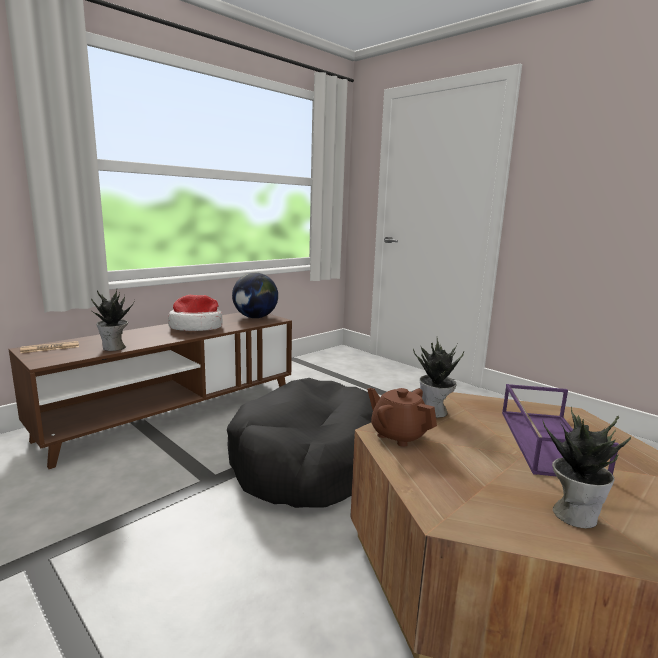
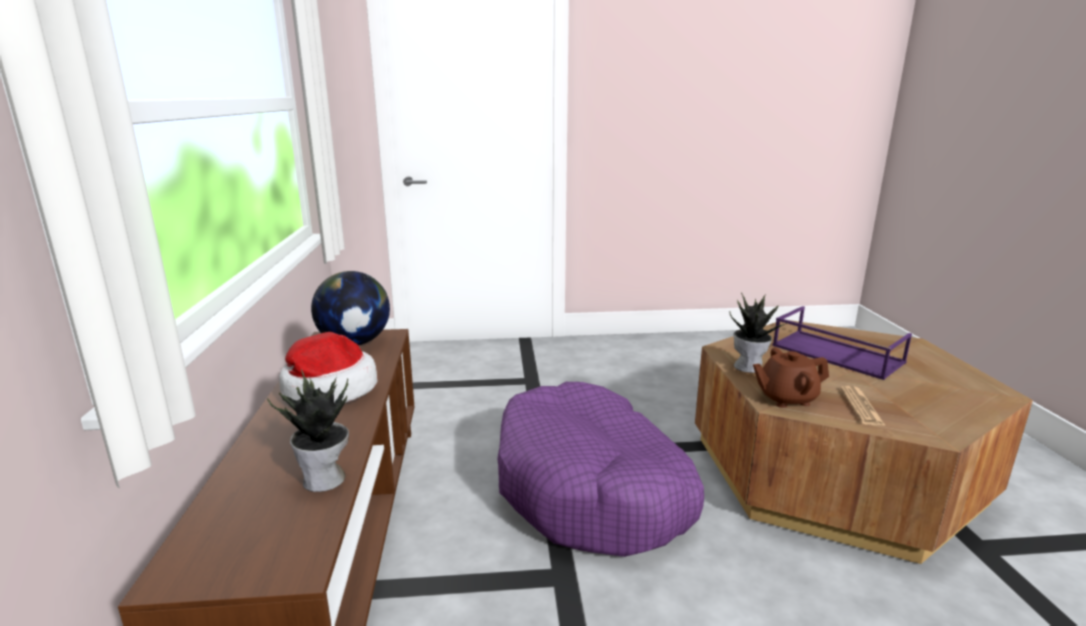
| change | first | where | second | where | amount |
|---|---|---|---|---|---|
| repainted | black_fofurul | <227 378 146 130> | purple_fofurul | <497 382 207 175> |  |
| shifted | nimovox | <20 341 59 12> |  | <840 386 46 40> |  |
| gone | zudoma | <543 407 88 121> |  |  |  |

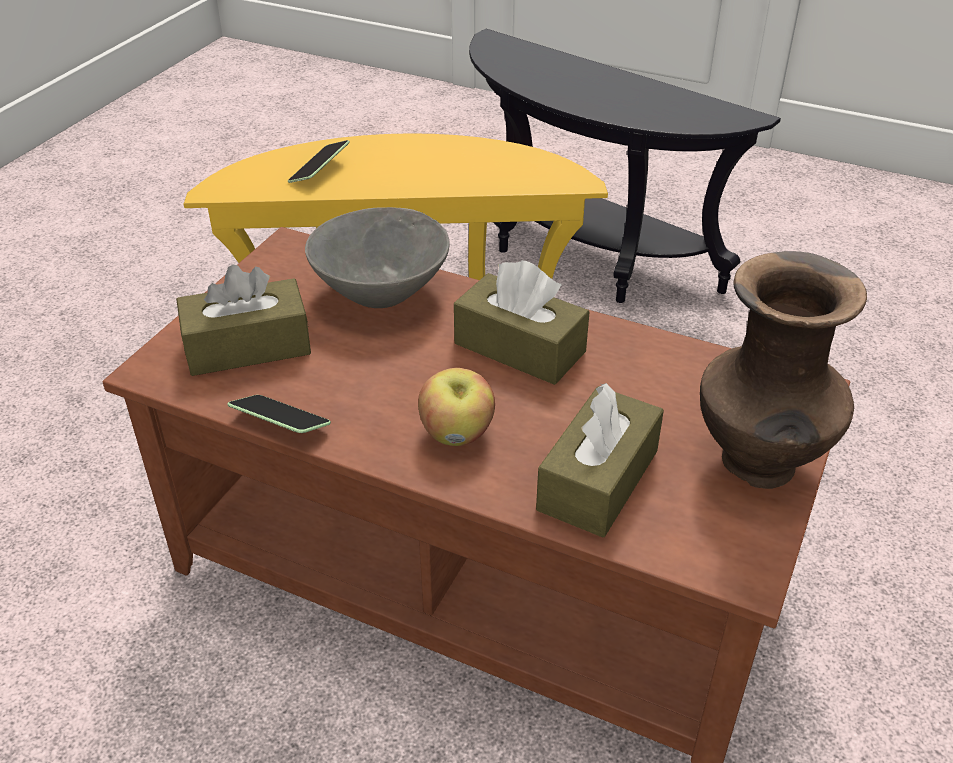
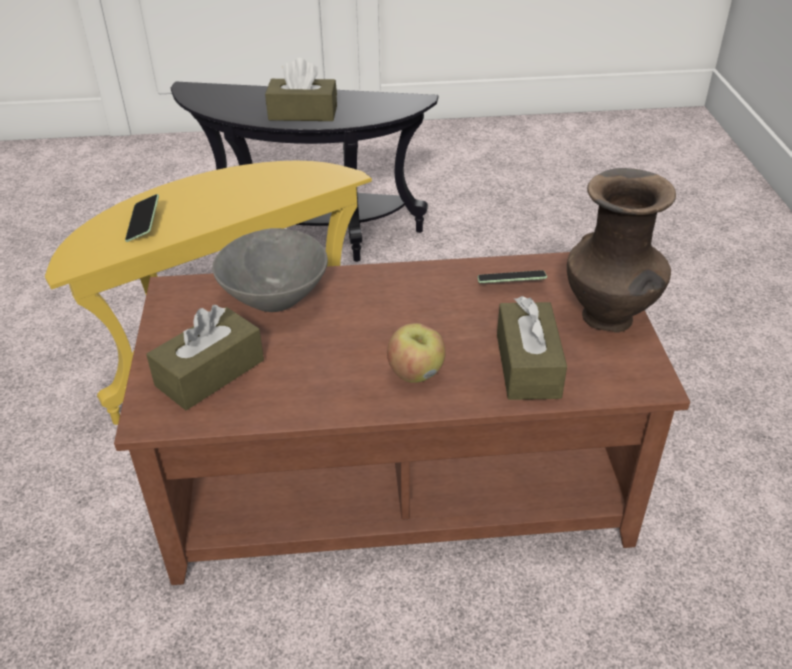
| change | first | where | second | where | amount |
|---|---|---|---|---|---|
| shifted | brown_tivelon | <454 260 135 125> |  | <265 58 72 63> |  |
| shifted | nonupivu | <227 395 104 38> |  | <478 270 69 13> |  |

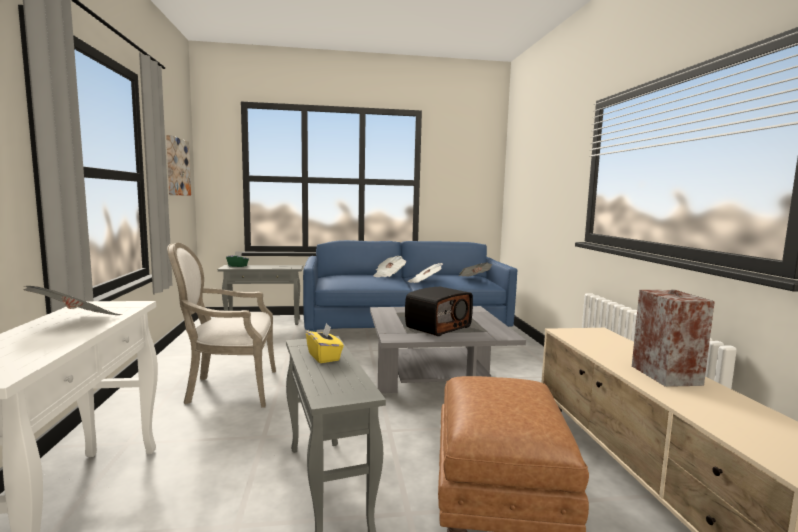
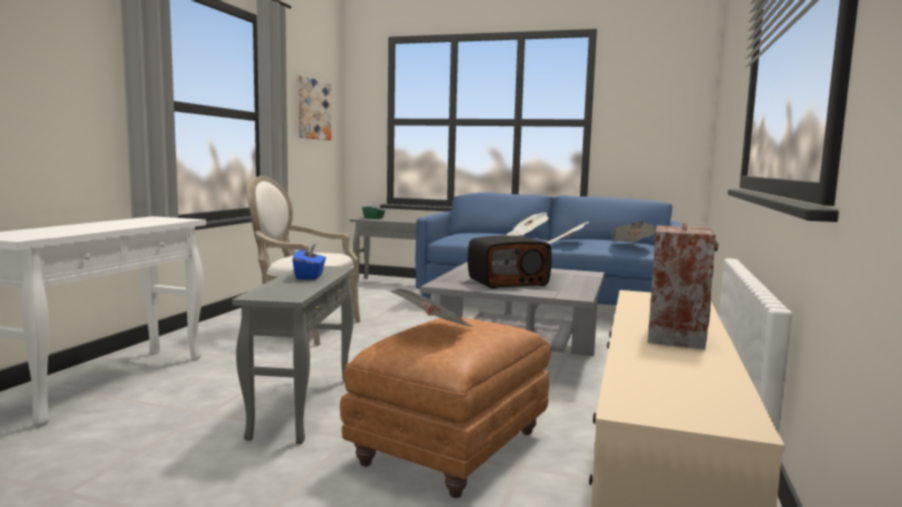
| change | first | where | second | where | amount |
|---|---|---|---|---|---|
| repainted | yellow_tivelon | <306 323 38 40> | blue_tivelon | <293 244 33 35> |  |
| shifted | nimovox | <23 286 100 29> |  | <390 289 82 38> |  |

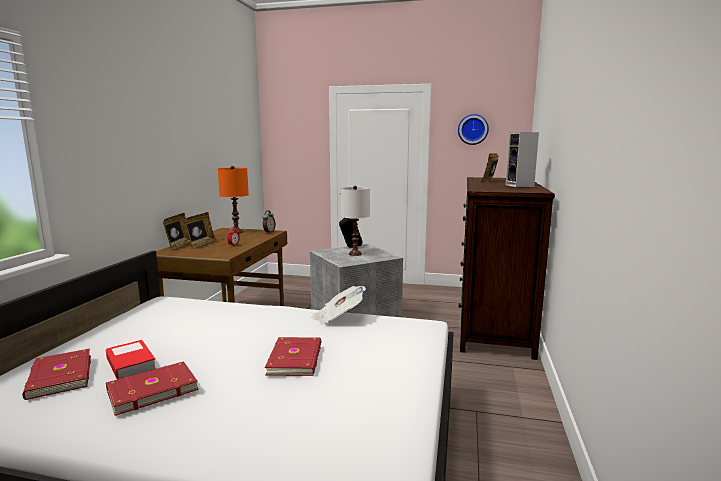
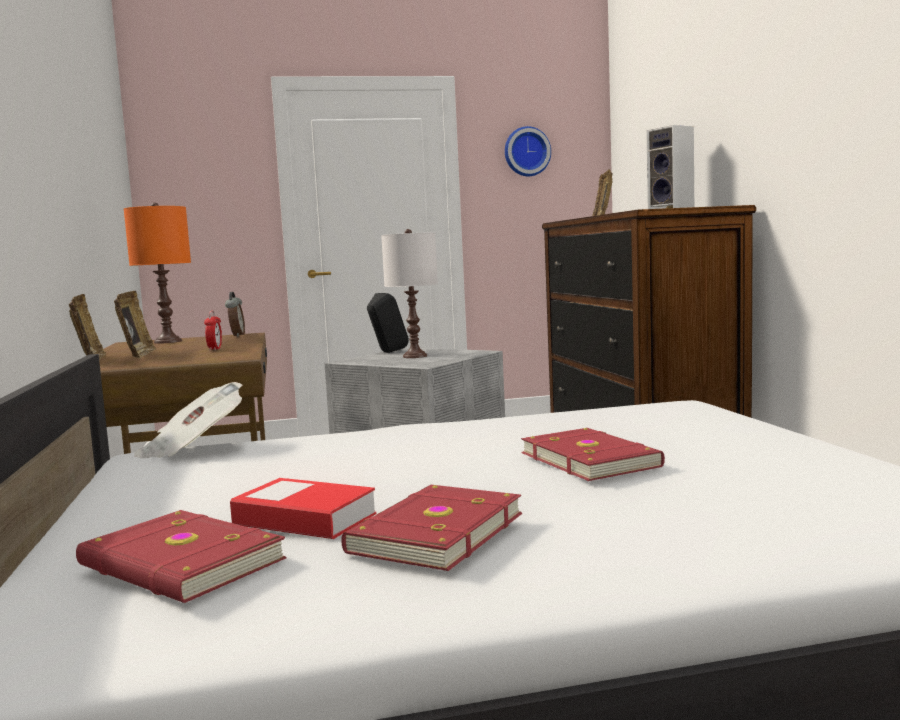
| change | first | where | second | where | amount |
|---|---|---|---|---|---|
| shifted | nimovox | <311 286 55 38> |  | <135 382 108 76> |  |

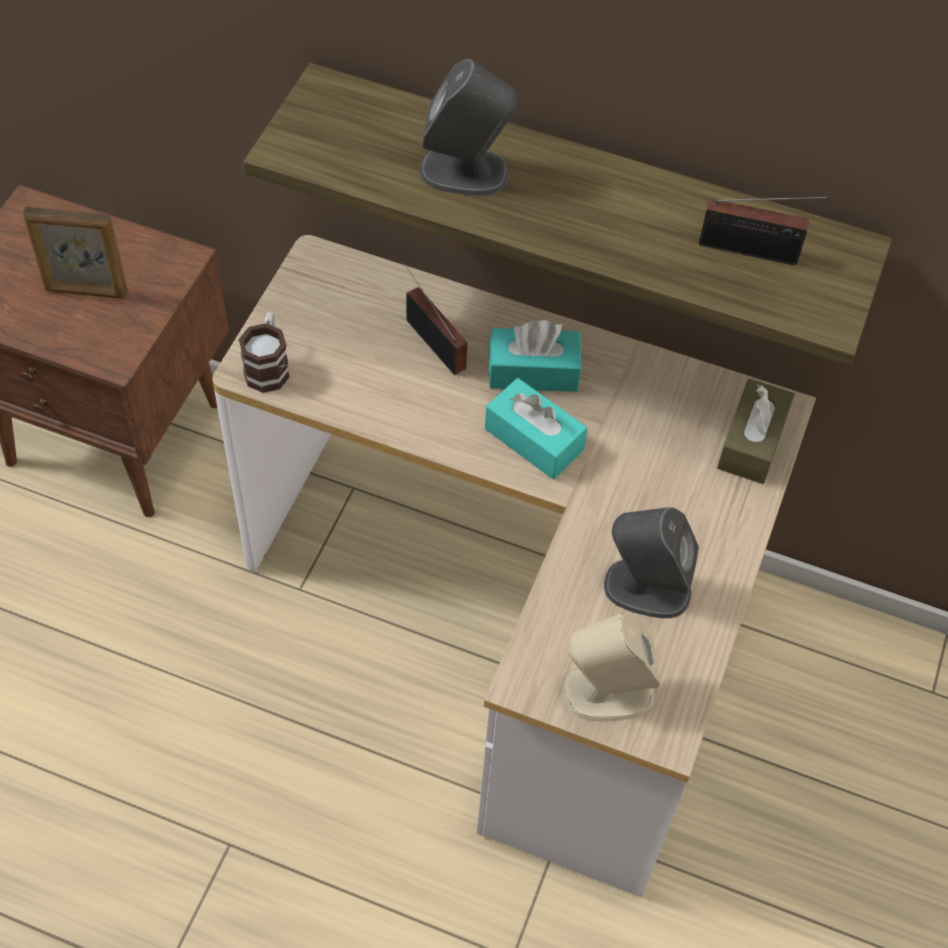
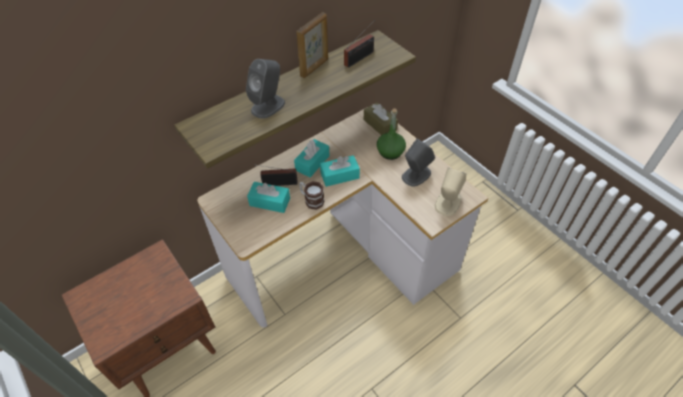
| change | first | where | second | where | amount |
|---|---|---|---|---|---|
| new |  |  | turquoise_tivelon | <247 182 43 31> |  |
| shifted | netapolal | <22 206 106 93> |  | <296 12 32 66> |  |
| shifted | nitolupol | <239 313 51 80> |  | <299 181 25 29> |  |
| new |  |  | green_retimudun | <377 108 29 52> |  |

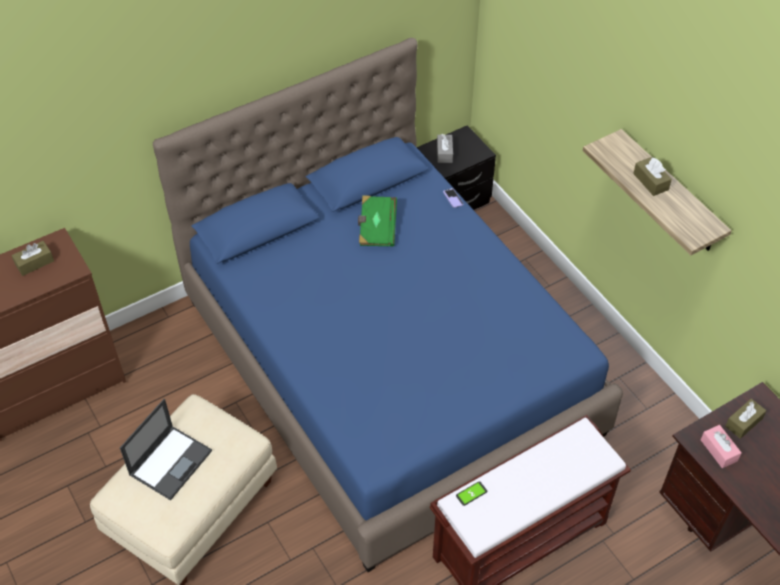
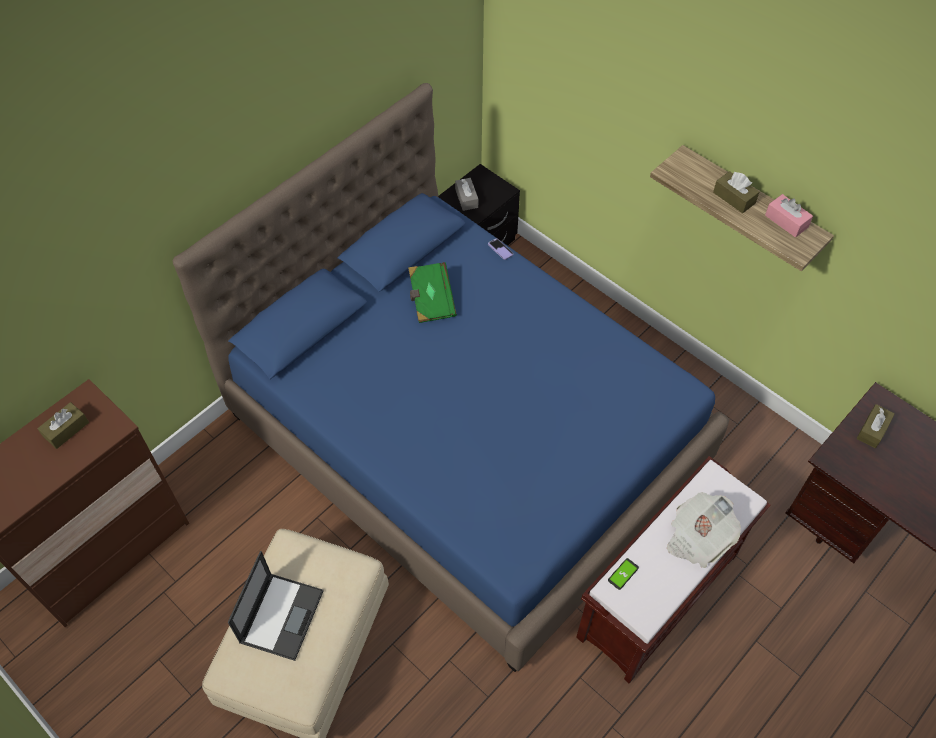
| change | first | where | second | where | amount |
|---|---|---|---|---|---|
| new |  |  | nimovox | <667 492 74 76> |  |
| shifted | pink_tivelon | <701 425 41 43> |  | <765 194 48 43> |  |

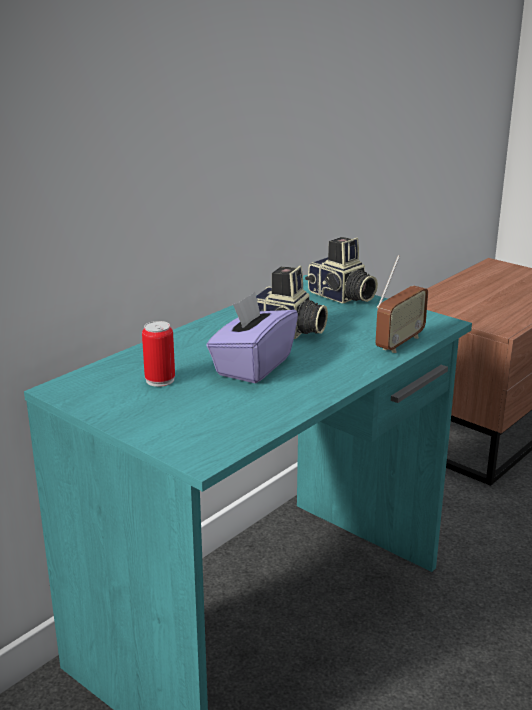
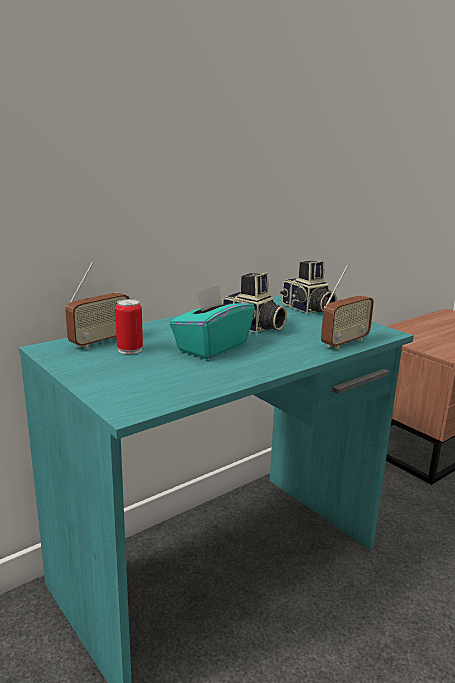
| change | first | where | second | where | amount |
|---|---|---|---|---|---|
| new |  |  | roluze | <65 262 65 87> |  |
| repainted | purple_tivelon | <206 292 92 91> | turquoise_tivelon | <169 284 86 75> |  |

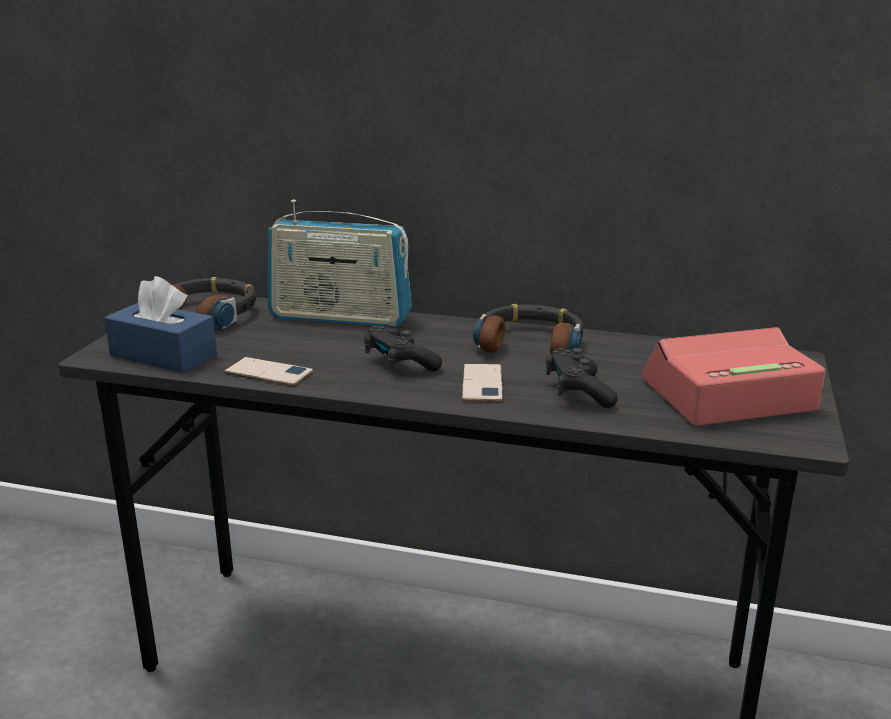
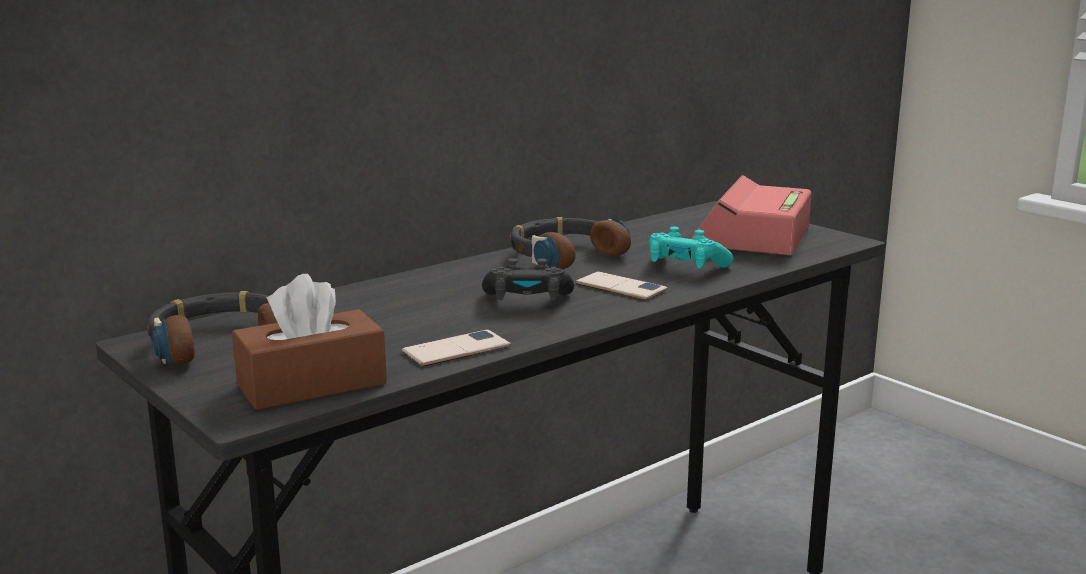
| change | first | where | second | where | amount |
|---|---|---|---|---|---|
| repainted | blue_tivelon | <104 276 113 97> | brown_tivelon | <232 274 155 136> |  |
| repainted | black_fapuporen | <546 348 72 60> | turquoise_fapuporen | <649 227 84 41> |  |
| gone | roluze | <268 200 144 127> |  |  |  |

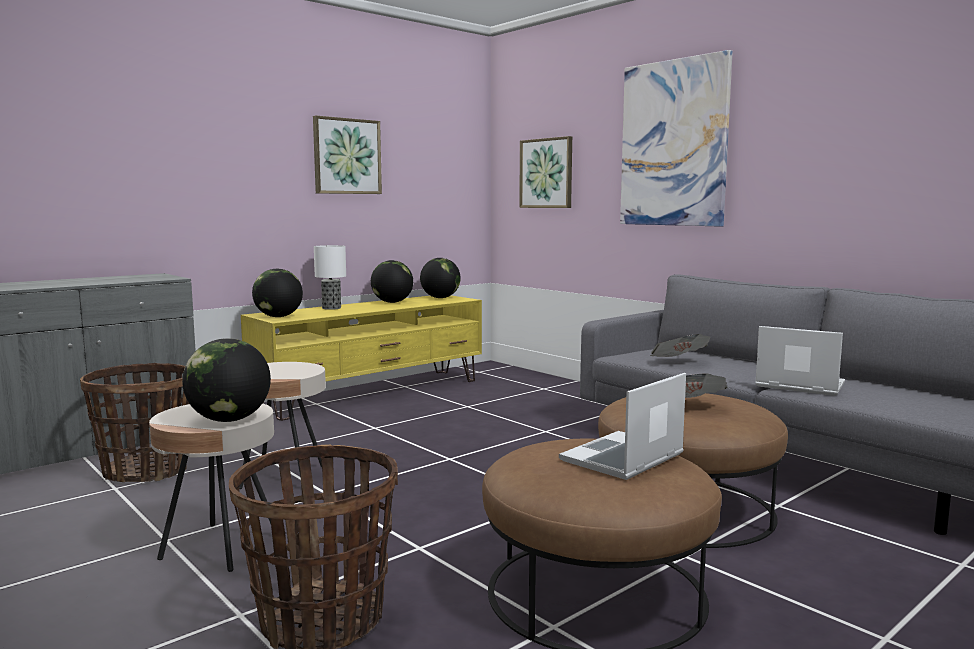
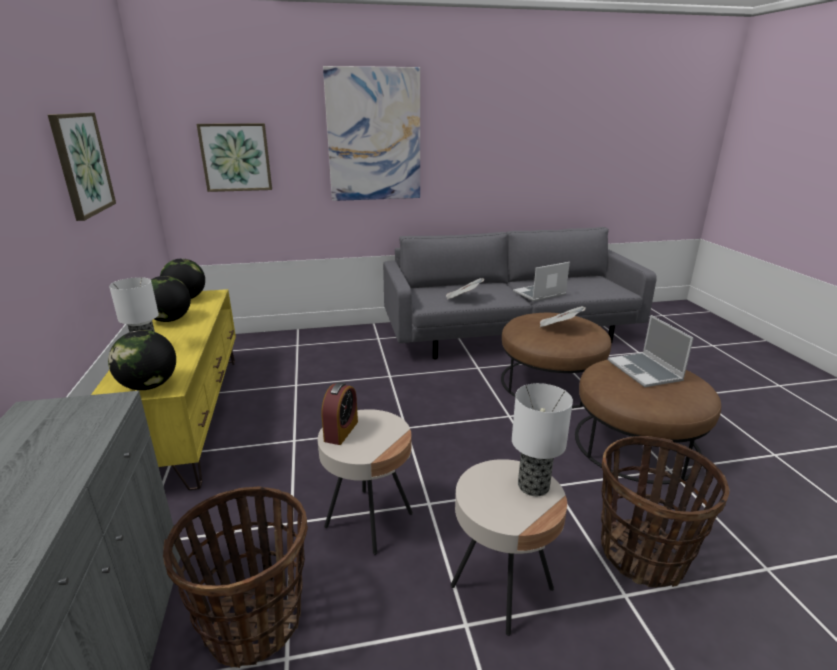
| change | first | where | second | where | amount |
|---|---|---|---|---|---|
| new |  |  | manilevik | <321 382 37 63> |  |
| swapped | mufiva | <182 338 89 84> | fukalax | <512 383 61 113> |  |

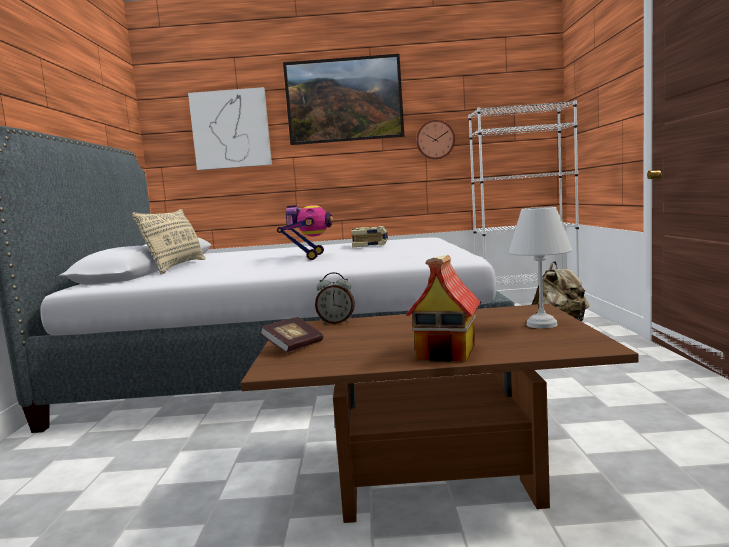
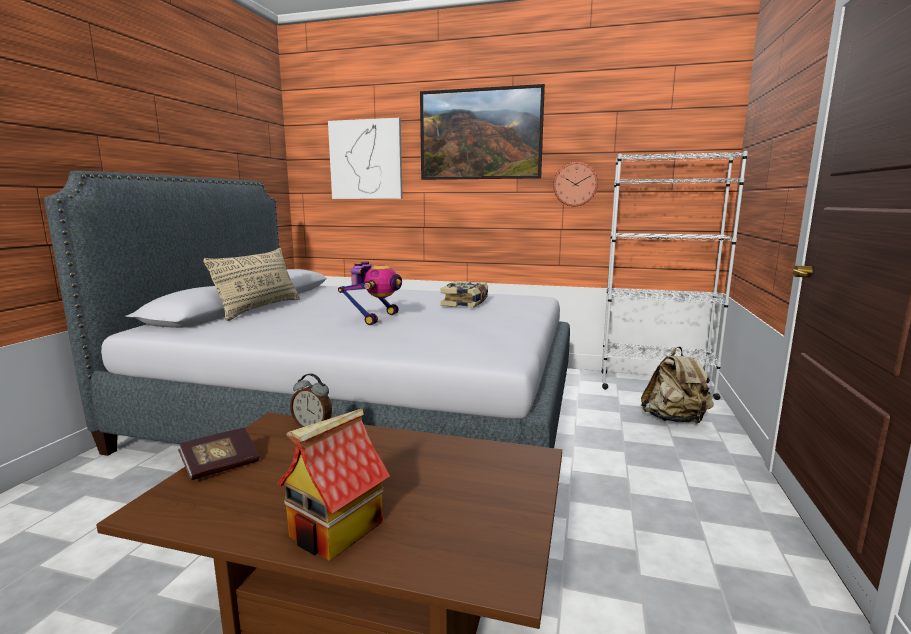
| change | first | where | second | where | amount |
|---|---|---|---|---|---|
| gone | white_fukalax | <508 207 64 122> |  |  |  |

